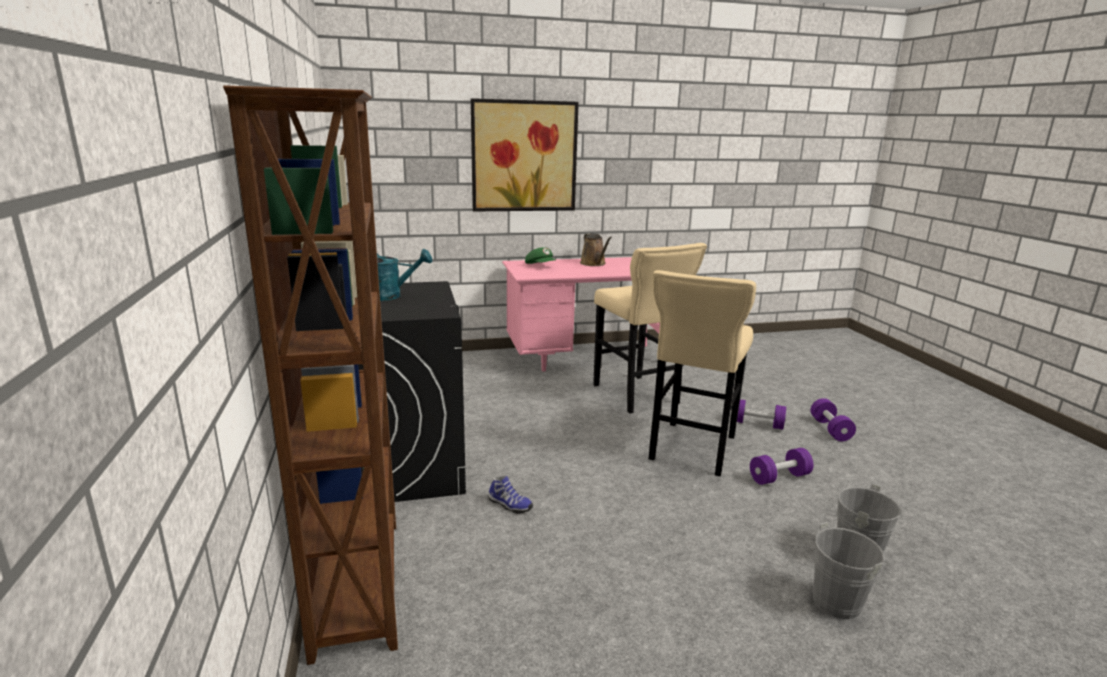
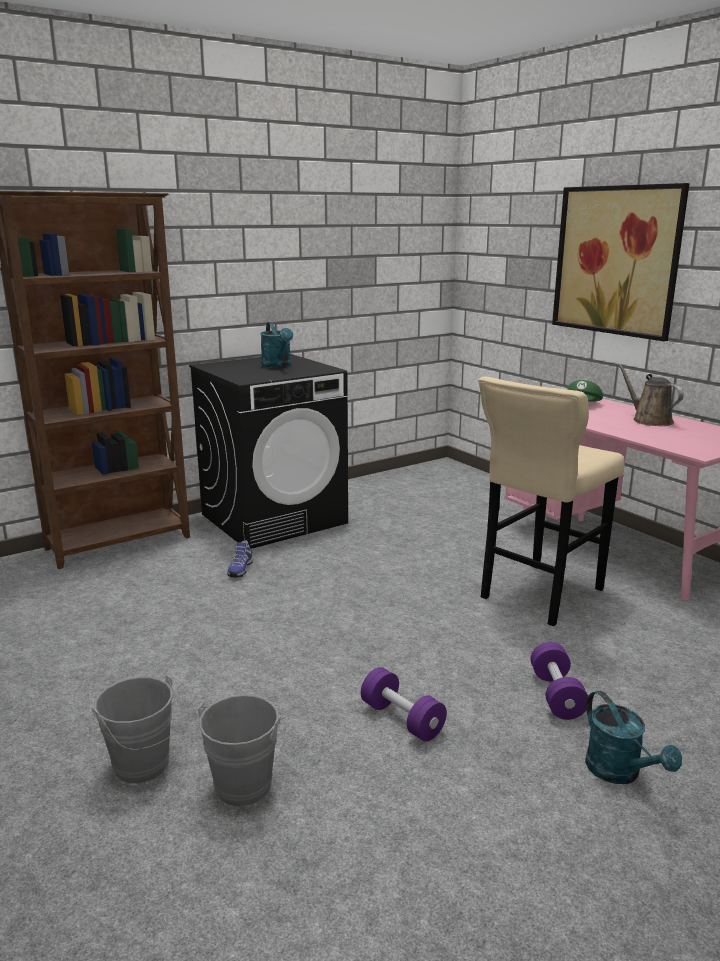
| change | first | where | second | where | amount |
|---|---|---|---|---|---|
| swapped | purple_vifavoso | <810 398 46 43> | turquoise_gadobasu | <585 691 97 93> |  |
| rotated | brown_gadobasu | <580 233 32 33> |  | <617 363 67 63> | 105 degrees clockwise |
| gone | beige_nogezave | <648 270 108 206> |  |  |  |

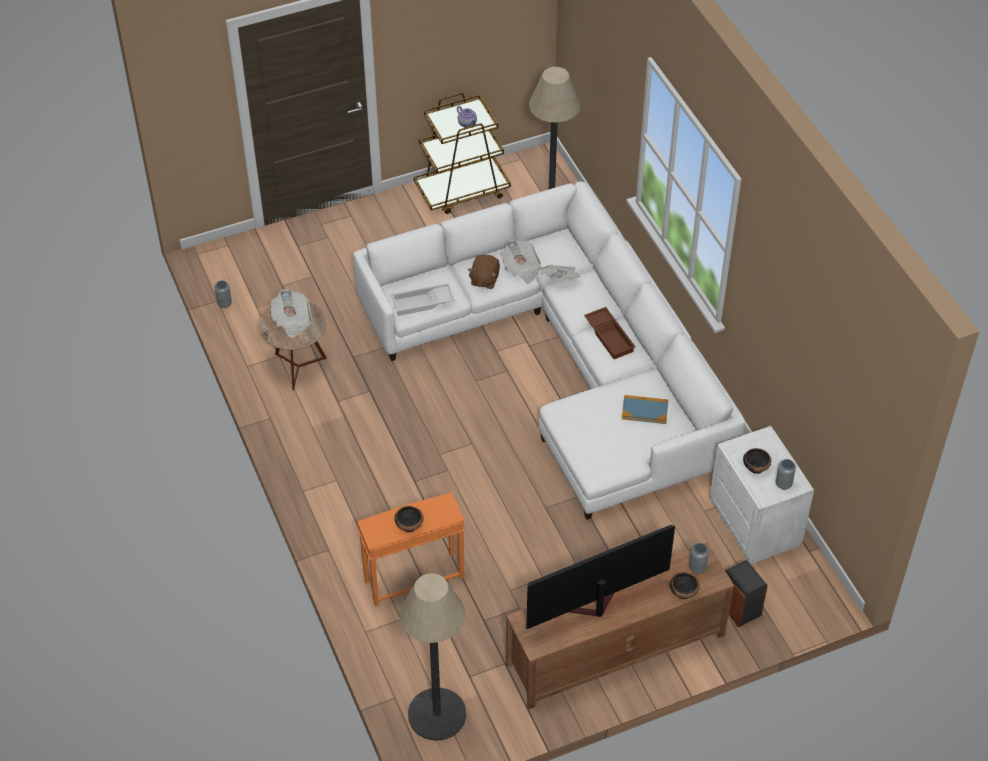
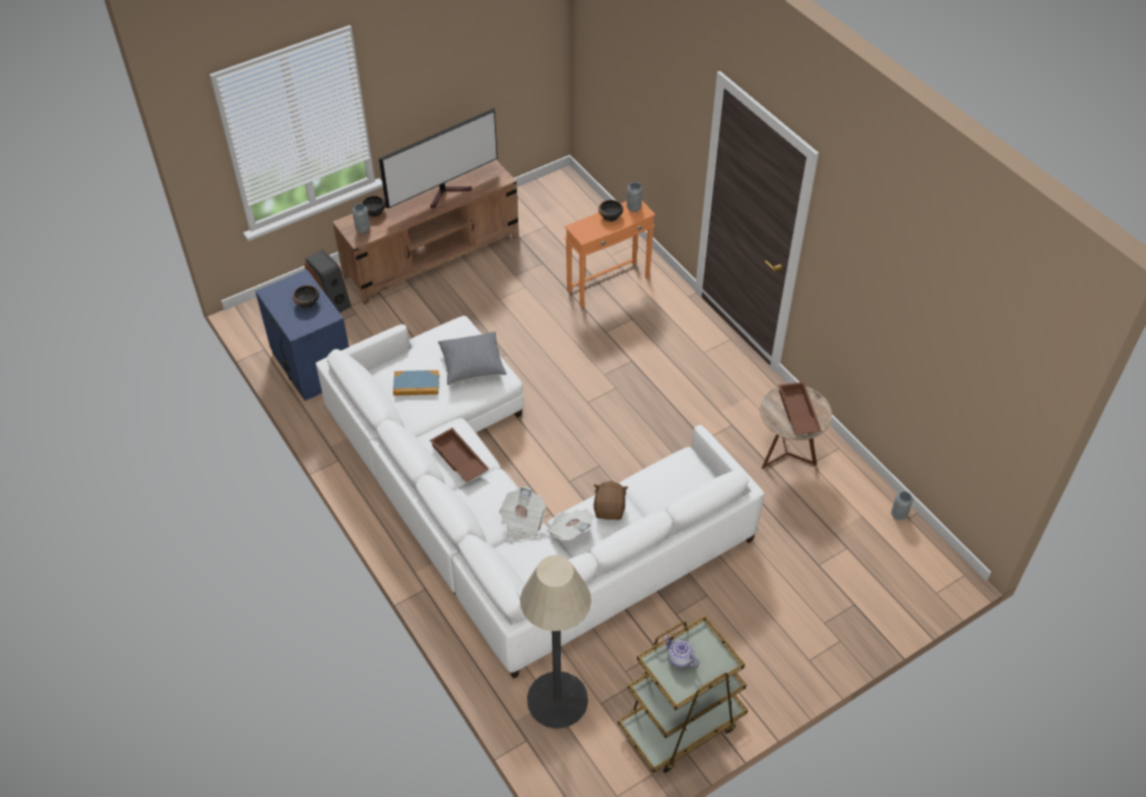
| change | first | where | second | where | amount |
|---|---|---|---|---|---|
| repainted | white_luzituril | <709 426 105 138> | blue_luzituril | <255 269 94 132> |  |
| new |  |  | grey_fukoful | <438 332 69 53> |  |
| shifted | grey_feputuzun | <776 459 20 31> |  | <627 182 15 30> |  |
| swapped | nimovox | <271 289 41 49> | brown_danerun | <778 382 44 53> |  |
| gone | white_danerun | <391 283 64 33> |  |  |  |
| gone | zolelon | <400 573 66 168> |  |  |  |

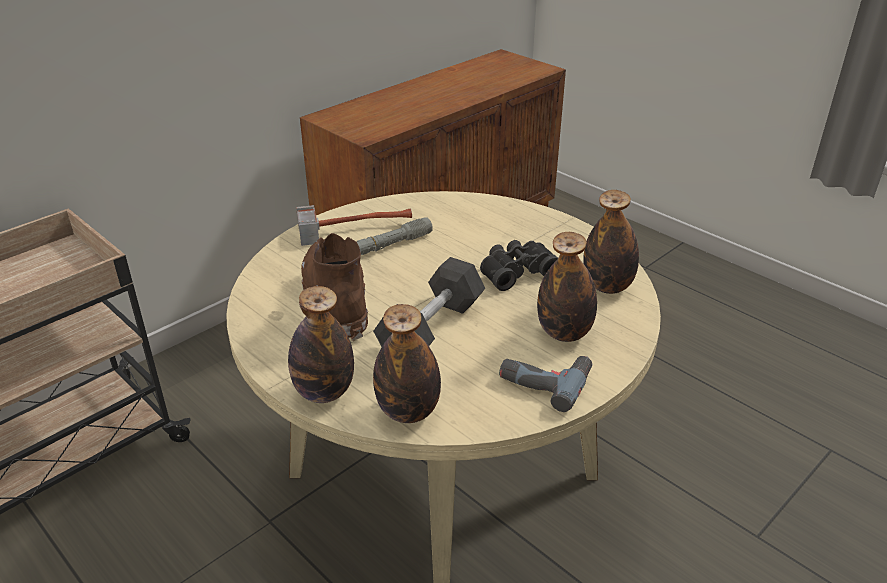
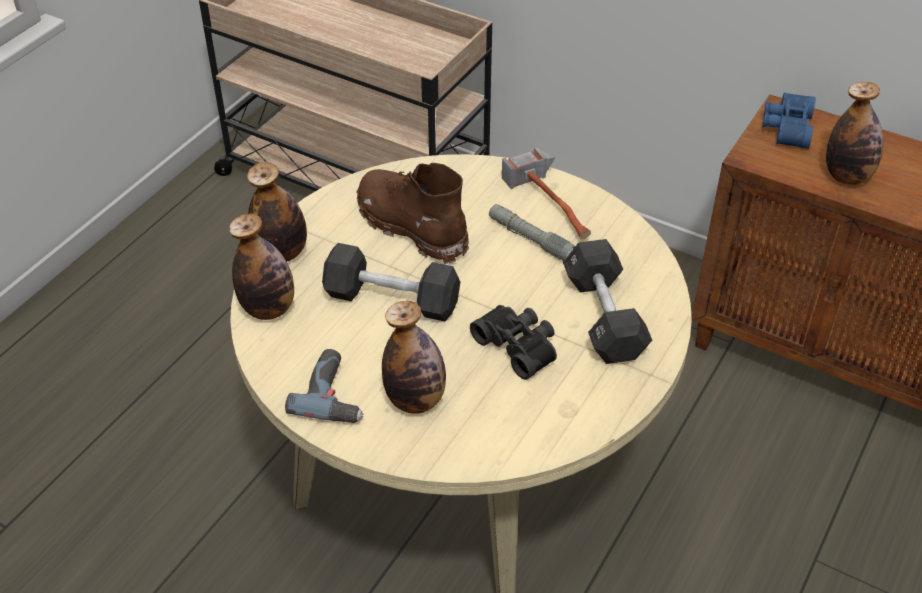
| change | first | where | second | where | amount |
|---|---|---|---|---|---|
| rotated | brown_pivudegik | <301 233 67 108> |  | <356 163 113 101> | 105 degrees counterclockwise |
| new |  |  | black_vifavoso | <563 239 89 125> |  |
| new |  |  | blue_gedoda | <762 92 54 57> |  |
| shifted | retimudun | <583 190 56 104> |  | <826 82 57 103> |  |

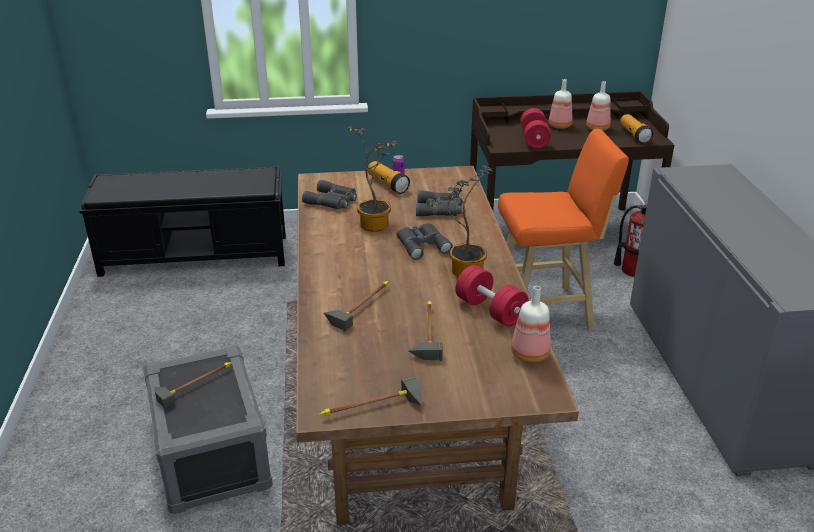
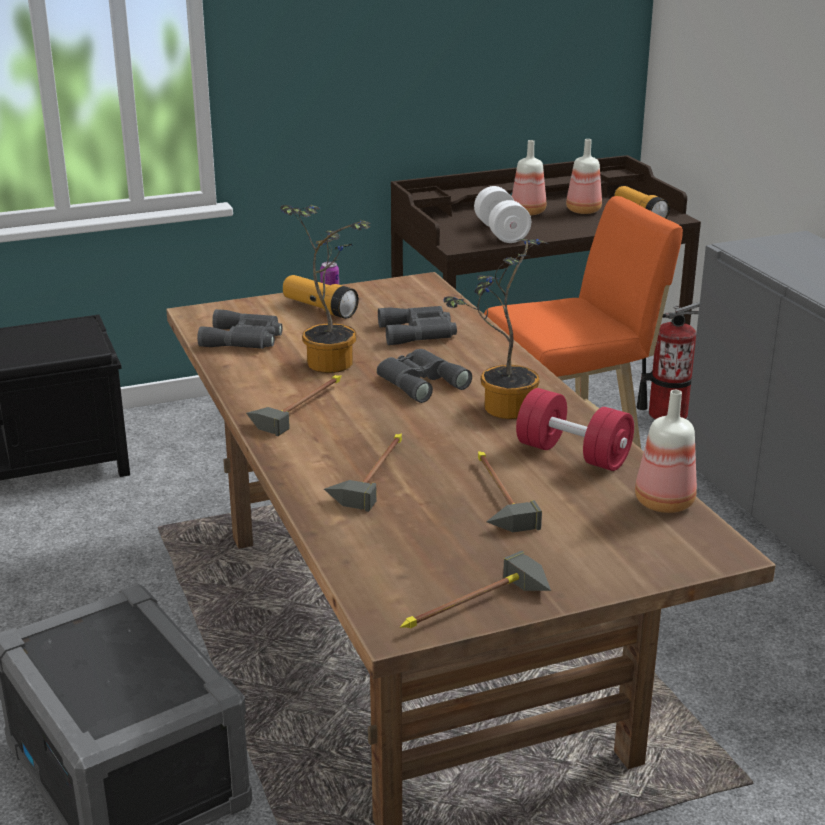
| change | first | where | second | where | amount |
|---|---|---|---|---|---|
| shifted | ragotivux | <154 362 78 47> |  | <246 375 96 61> |  |
| repainted | red_vifavoso | <520 108 31 40> | white_vifavoso | <474 186 57 57> |  |

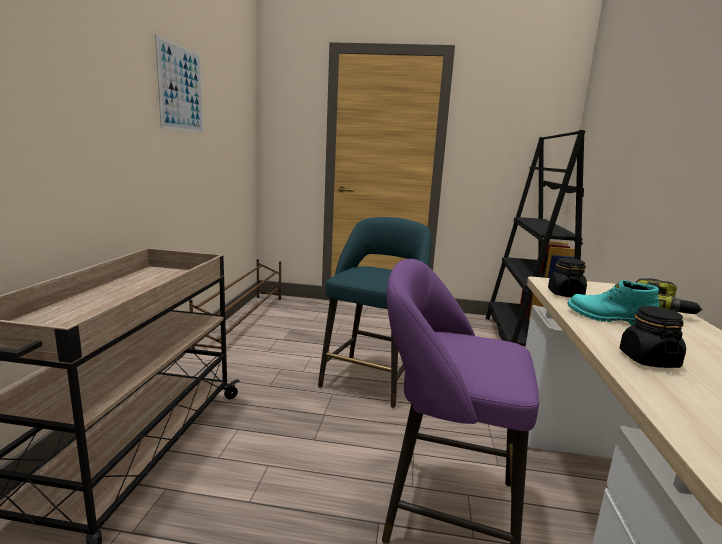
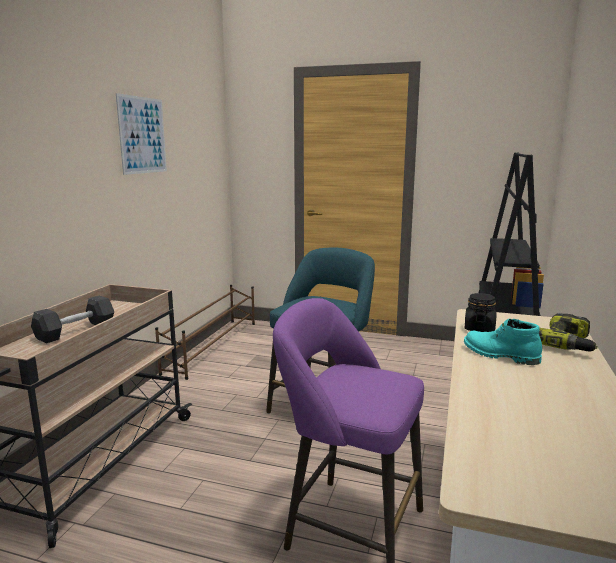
| change | first | where | second | where | amount |
|---|---|---|---|---|---|
| new |  |  | grey_vifavoso | <31 296 83 47> |  |
| gone | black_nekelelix | <619 306 67 62> |  |  |  |

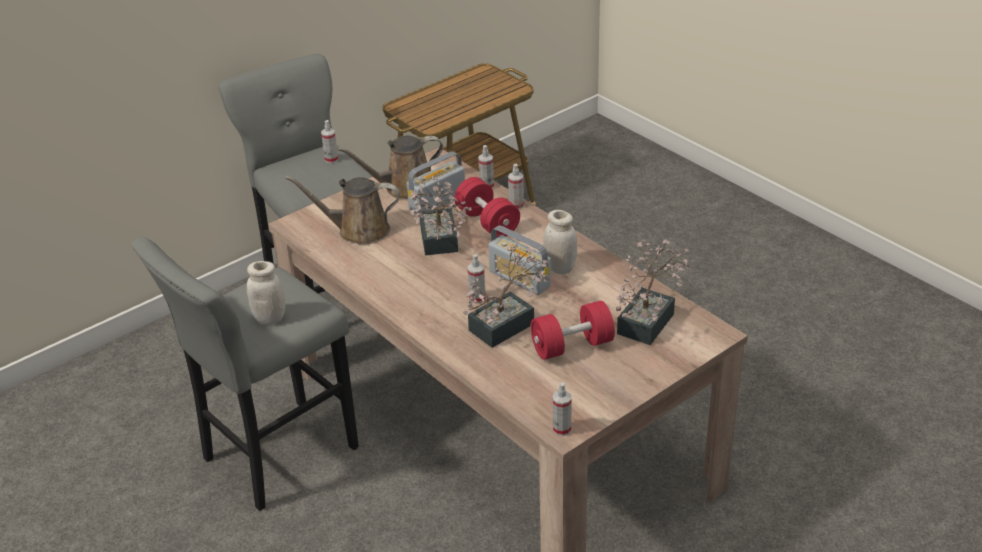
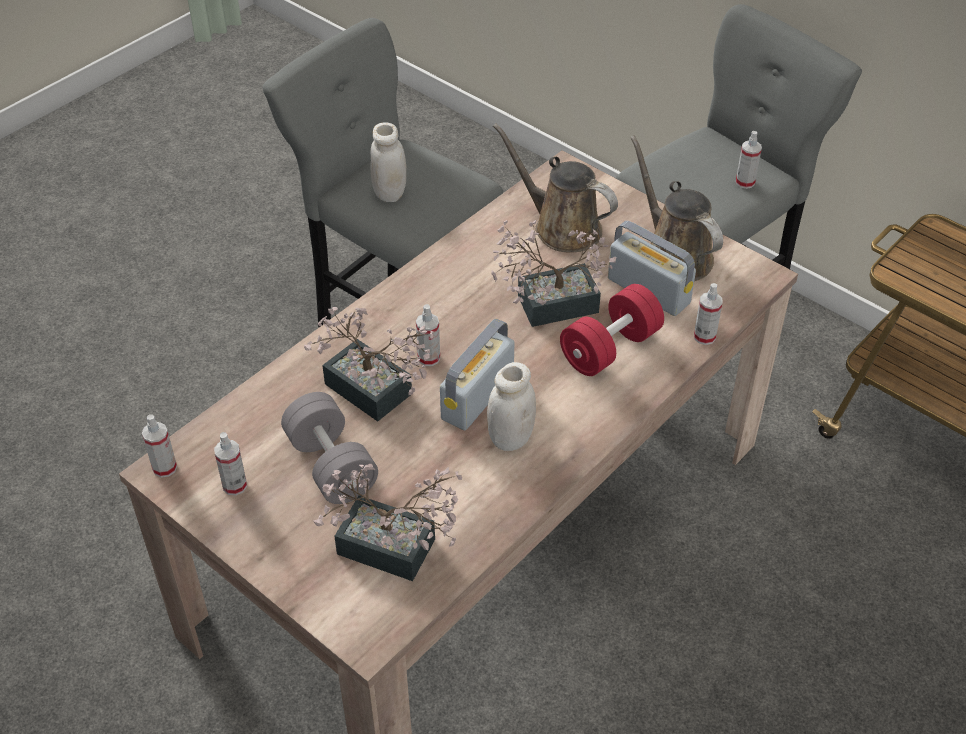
| change | first | where | second | where | amount |
|---|---|---|---|---|---|
| shifted | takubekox | <508 164 16 45> |  | <214 432 33 63> |  |
| repainted | red_vifavoso | <531 301 84 59> | grey_vifavoso | <281 392 97 112> |  |
| rotated | brown_gadobasu | <285 176 115 69> |  | <493 123 125 129> | 45 degrees counterclockwise |

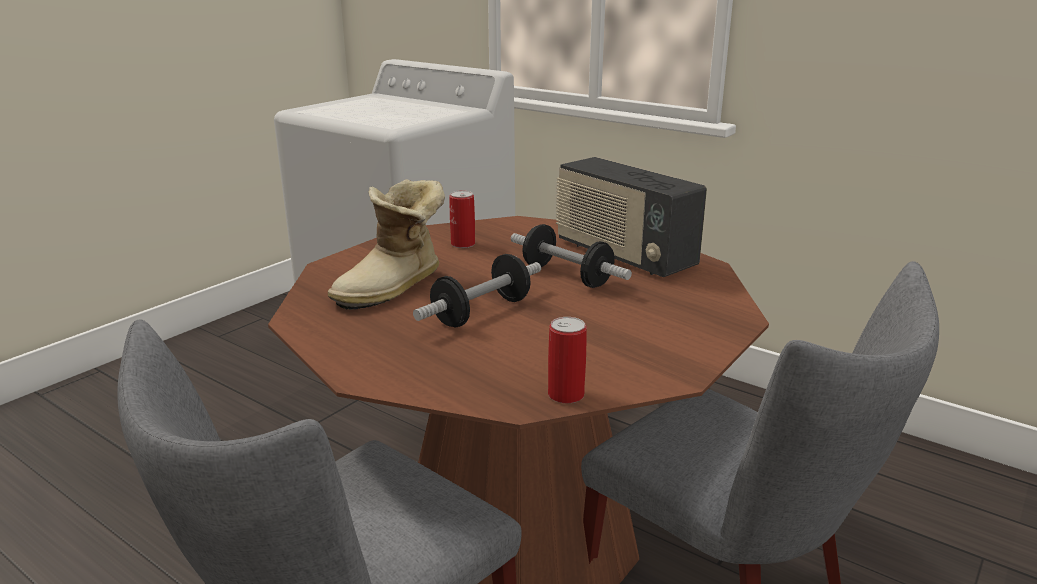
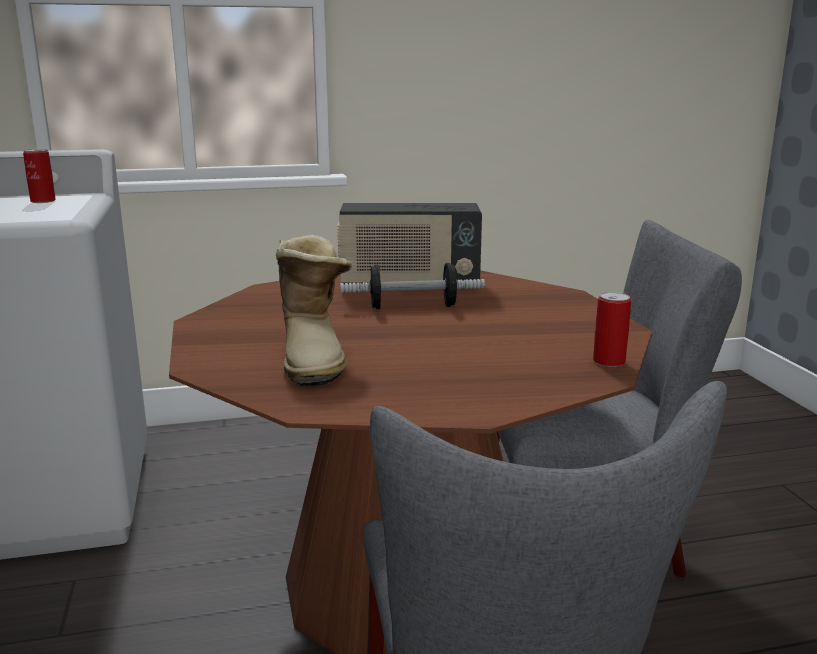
| change | first | where | second | where | amount |
|---|---|---|---|---|---|
| shifted | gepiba | <449 190 26 58> |  | <23 149 33 54> |  |
| gone | vifavoso | <413 254 128 74> |  |  |  |

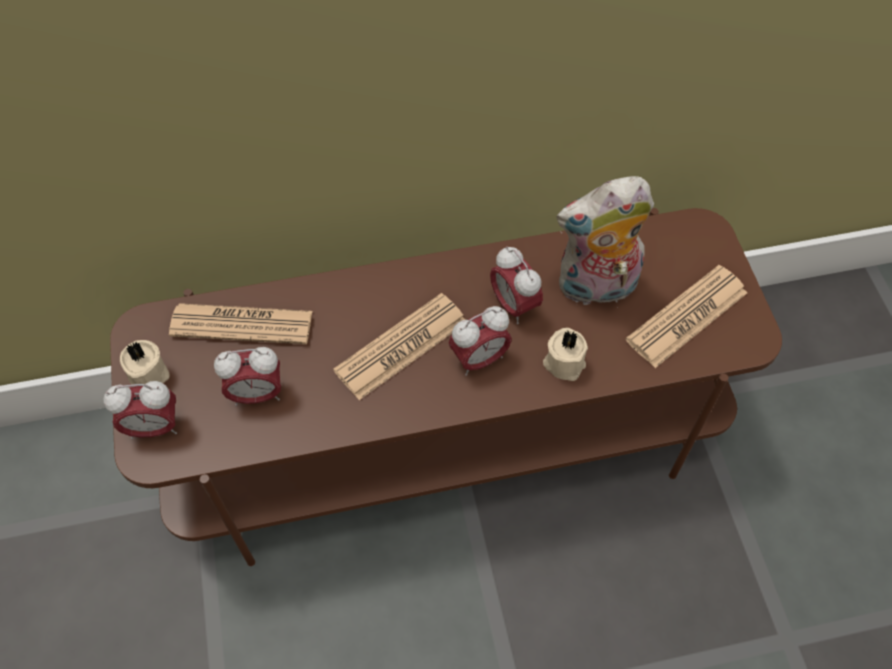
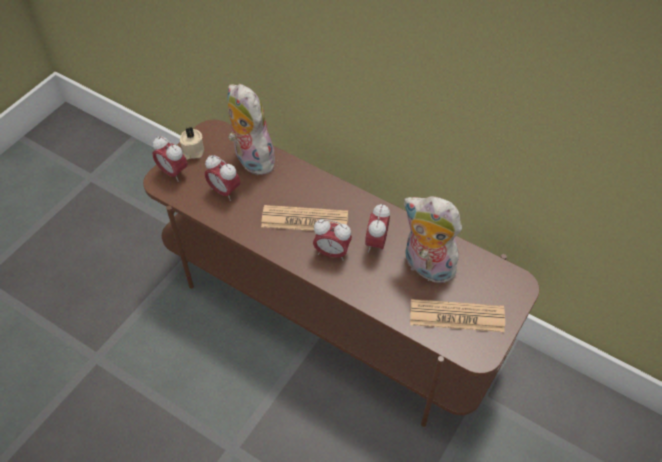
| change | first | where | second | where | amount |
|---|---|---|---|---|---|
| swapped | nimovox | <169 303 144 41> | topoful | <228 84 47 91> |  |
| gone | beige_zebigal | <543 328 45 53> |  |  |  |

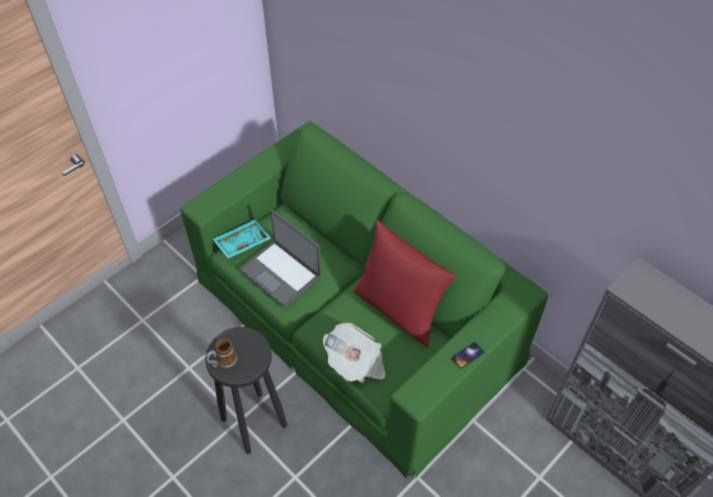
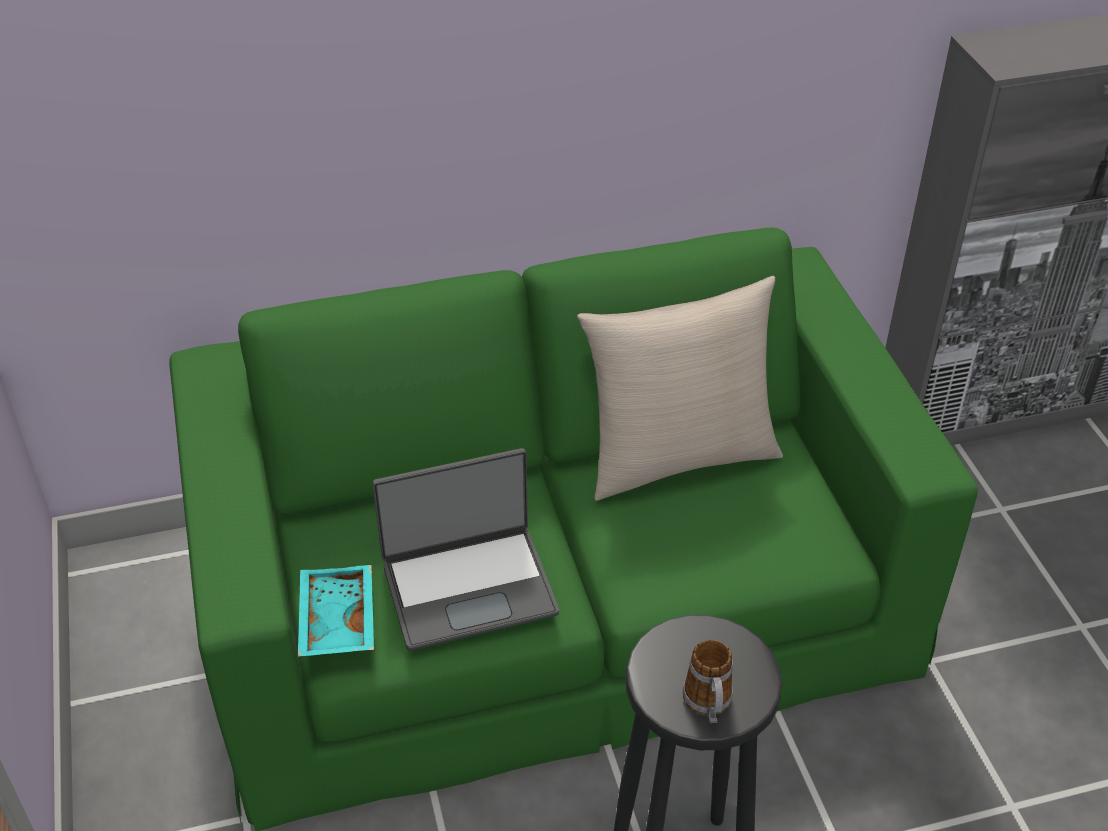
| change | first | where | second | where | amount |
|---|---|---|---|---|---|
| repainted | red_fukoful | <354 220 103 128> | beige_fukoful | <577 276 206 225> |  |
| gone | nimovox | <323 323 63 60> |  |  |  |
| gone | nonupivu | <451 342 33 27> |  |  |  |

